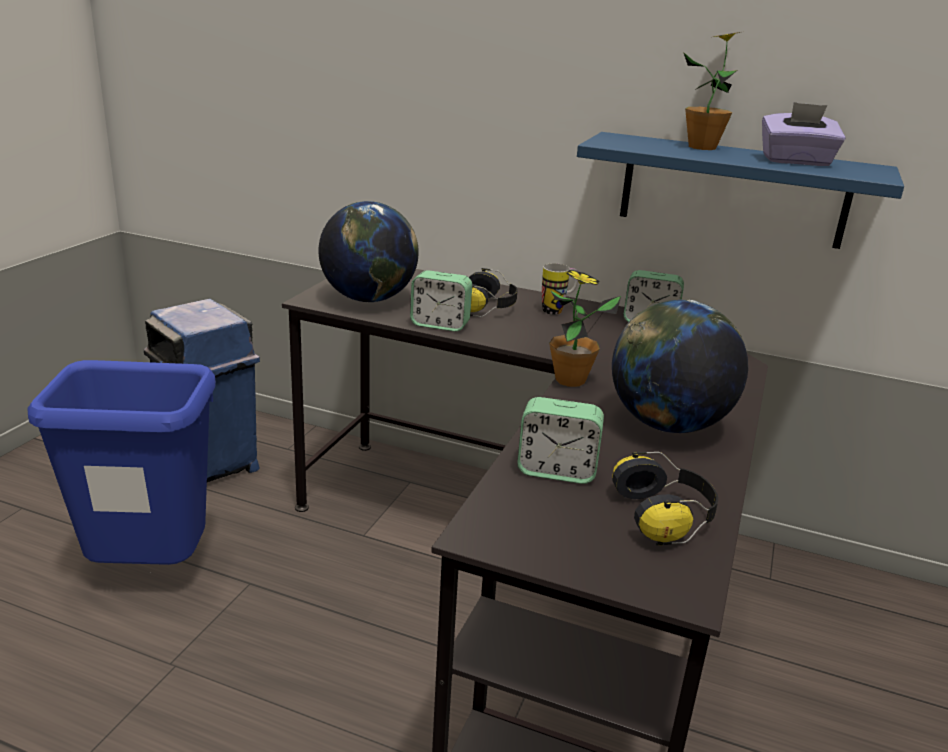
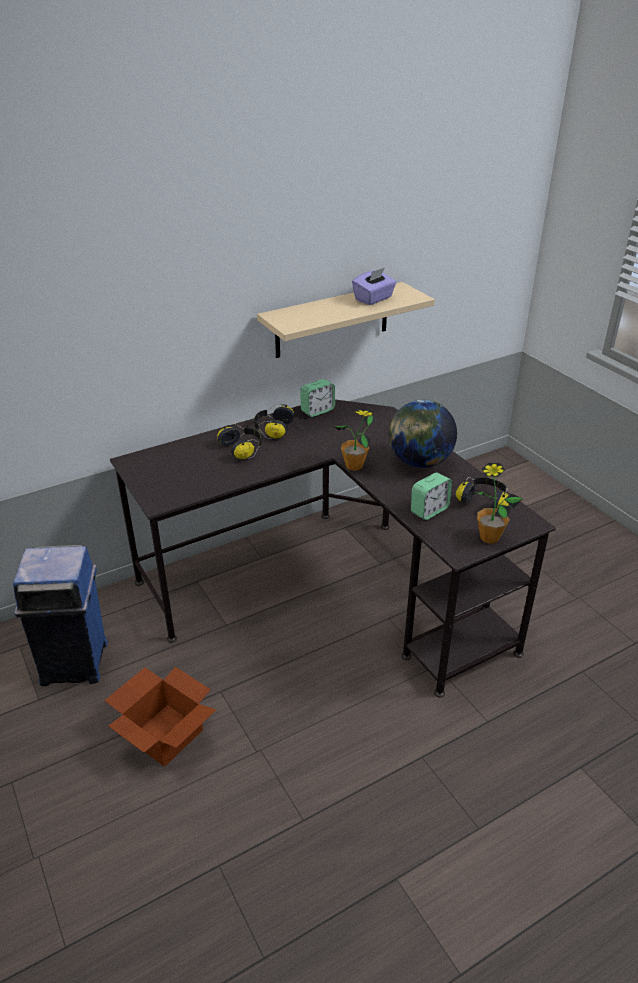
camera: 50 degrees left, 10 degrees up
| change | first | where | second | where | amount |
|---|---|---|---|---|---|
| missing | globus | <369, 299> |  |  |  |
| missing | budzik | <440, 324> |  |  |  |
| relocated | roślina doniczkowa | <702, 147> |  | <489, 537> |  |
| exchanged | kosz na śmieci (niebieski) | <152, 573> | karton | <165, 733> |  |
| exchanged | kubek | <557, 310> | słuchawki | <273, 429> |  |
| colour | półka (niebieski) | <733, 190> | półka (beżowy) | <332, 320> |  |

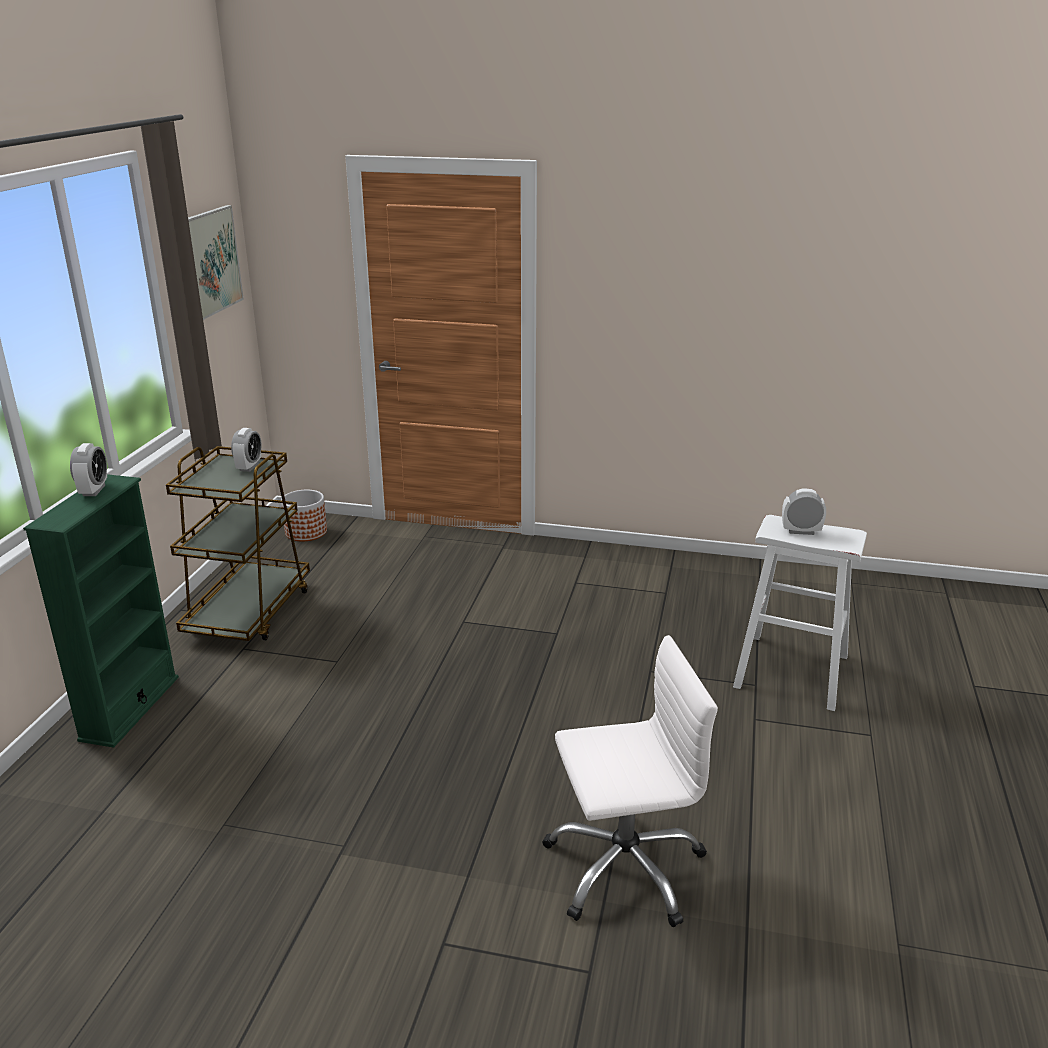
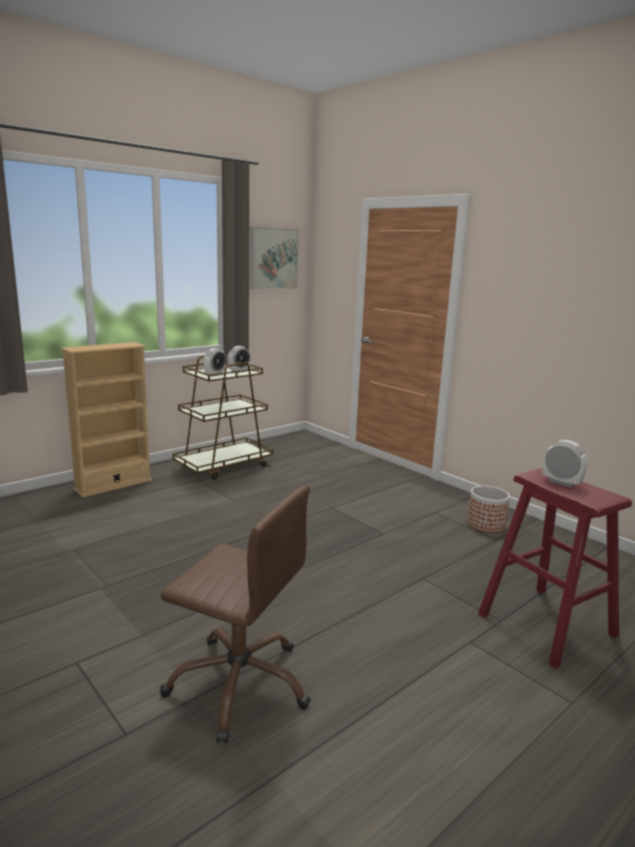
camera: 35 degrees right, 10 degrees down
| change | first | where | second | where | amount |
|---|---|---|---|---|---|
| relocated | budzik | <94, 490> |  | <215, 375> |  |
| relocated | donica | <305, 532> |  | <485, 524> |  |
| colour | regał (zielony) | <130, 708> | regał (beżowy) | <113, 485> |  |
| colour | krzesło biurowe (biały) | <624, 867> | krzesło biurowe (brązowy) | <240, 683> |  |
| colour | stołek (biały) | <791, 671> | stołek (czerwony) | <546, 625> |  |

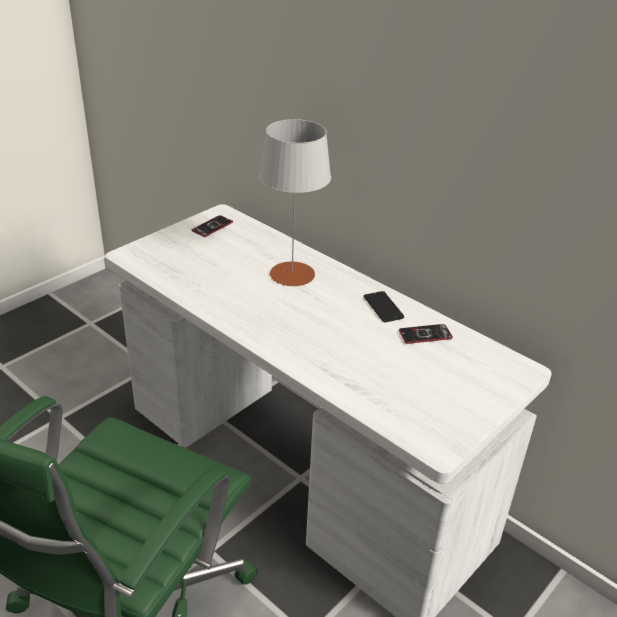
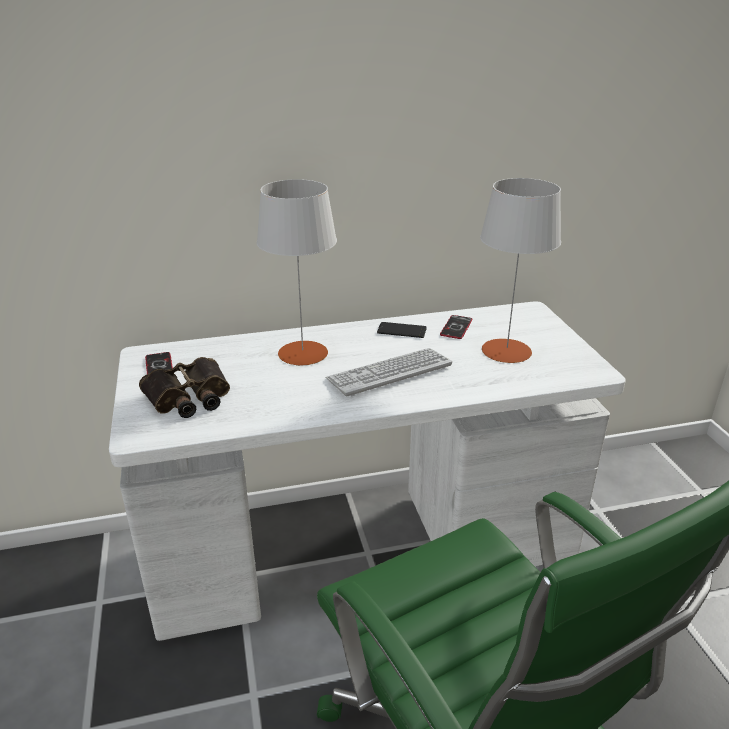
camera: 55 degrees left, 5 degrees down
| change | first | where | second | where | amount |
|---|---|---|---|---|---|
| appeared |  |  | lornetka | <189, 397> |  |
| appeared |  |  | klawiatura | <389, 373> |  |
| appeared |  |  | lampa stołowa (szary) | <506, 351> |  |

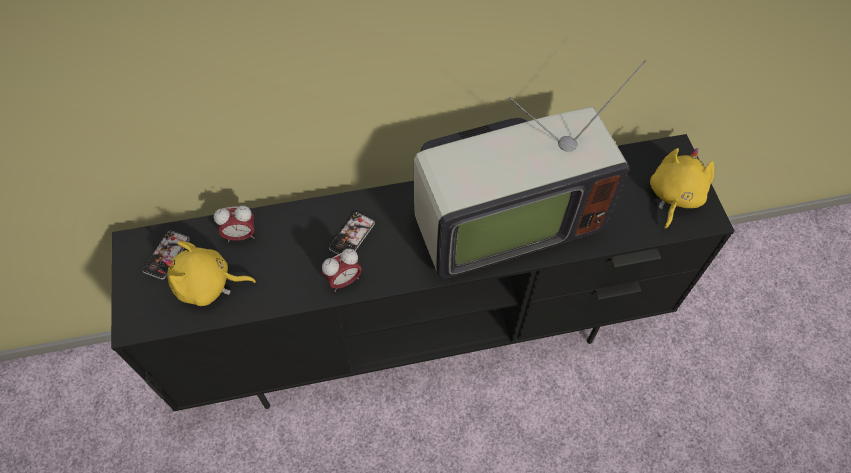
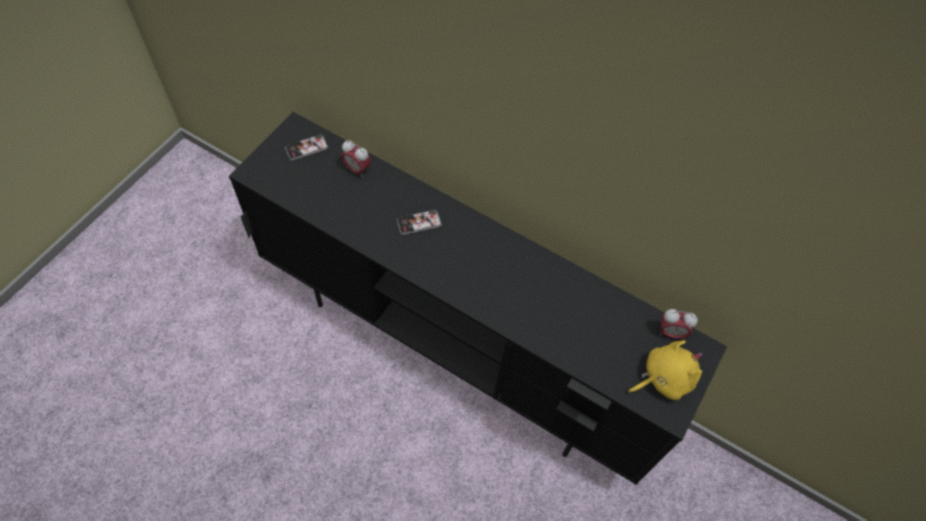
camera: 40 degrees right, 0 degrees up
| change | first | where | second | where | amount |
|---|---|---|---|---|---|
| missing | pluszak (żółty) | <208, 285> |  |  |  |
| missing | telewizor | <501, 222> |  |  |  |
| relocated | budzik | <344, 280> |  | <671, 332> |  |

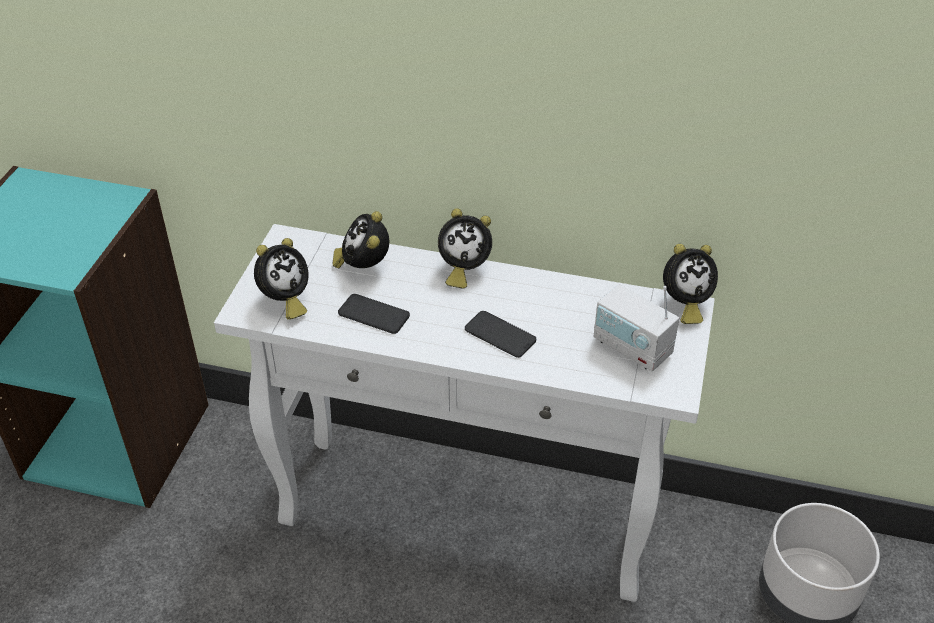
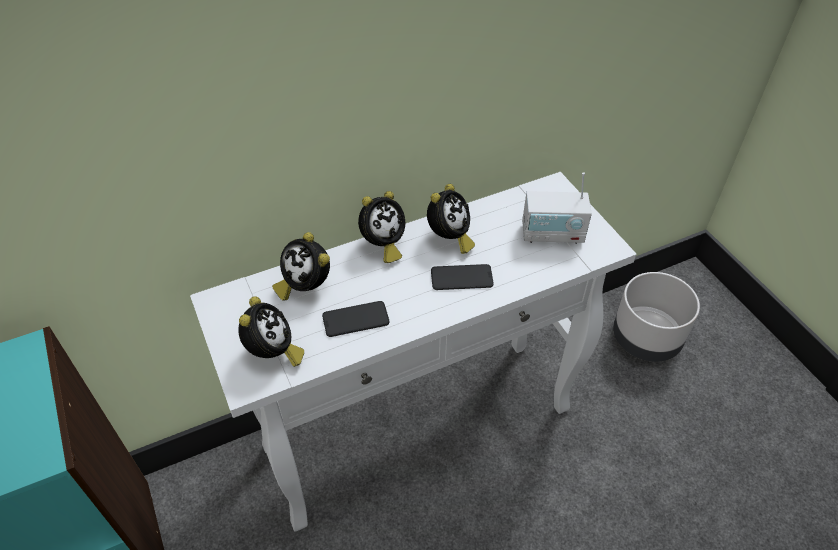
camera: 40 degrees left, 5 degrees up
| change | first | where | second | where | amount |
|---|---|---|---|---|---|
| relocated | budzik | <684, 305> |  | <449, 238> |  |

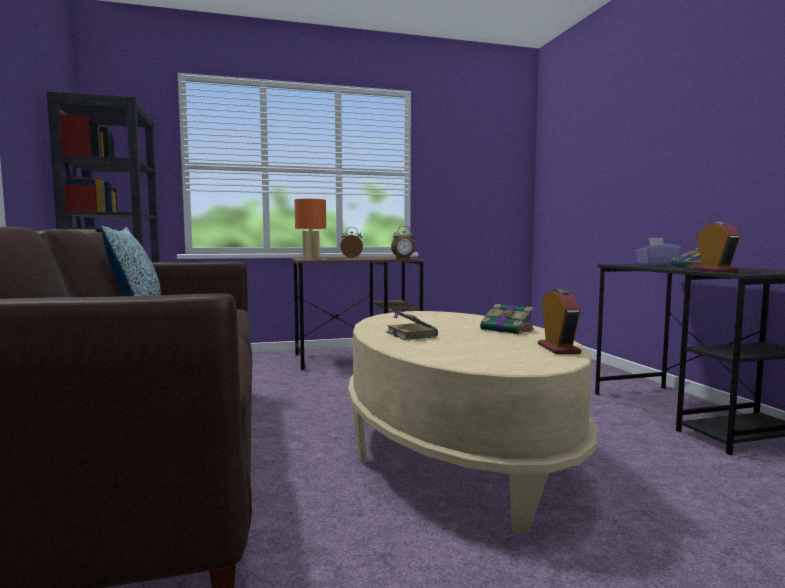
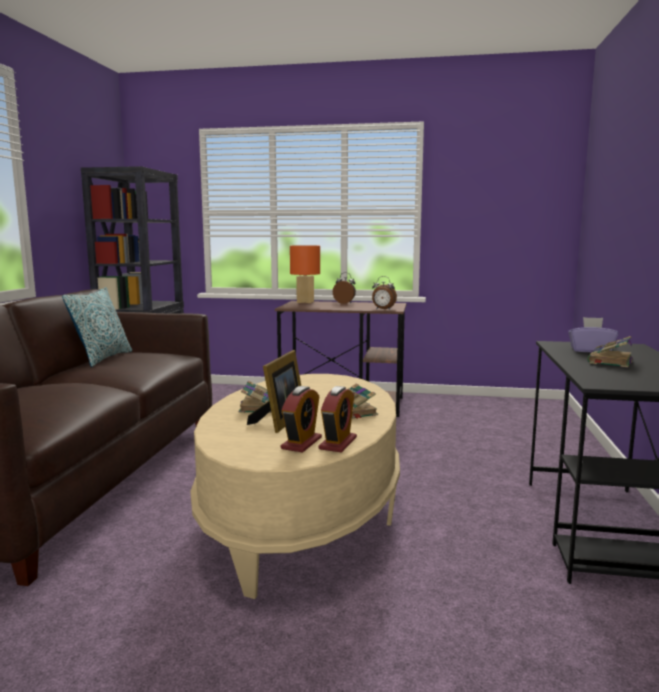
camera: 25 degrees right, 5 degrees up
| change | first | where | second | where | amount |
|---|---|---|---|---|---|
| appeared |  |  | ramka na zdjęcie | <280, 420> |  |
| relocated | budzik | <715, 271> |  | <301, 443> |  |

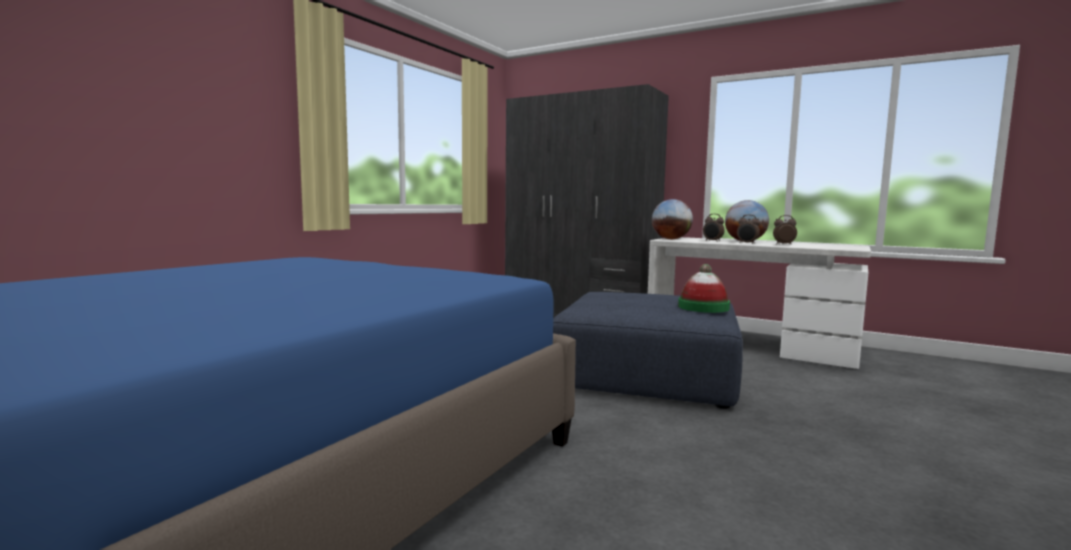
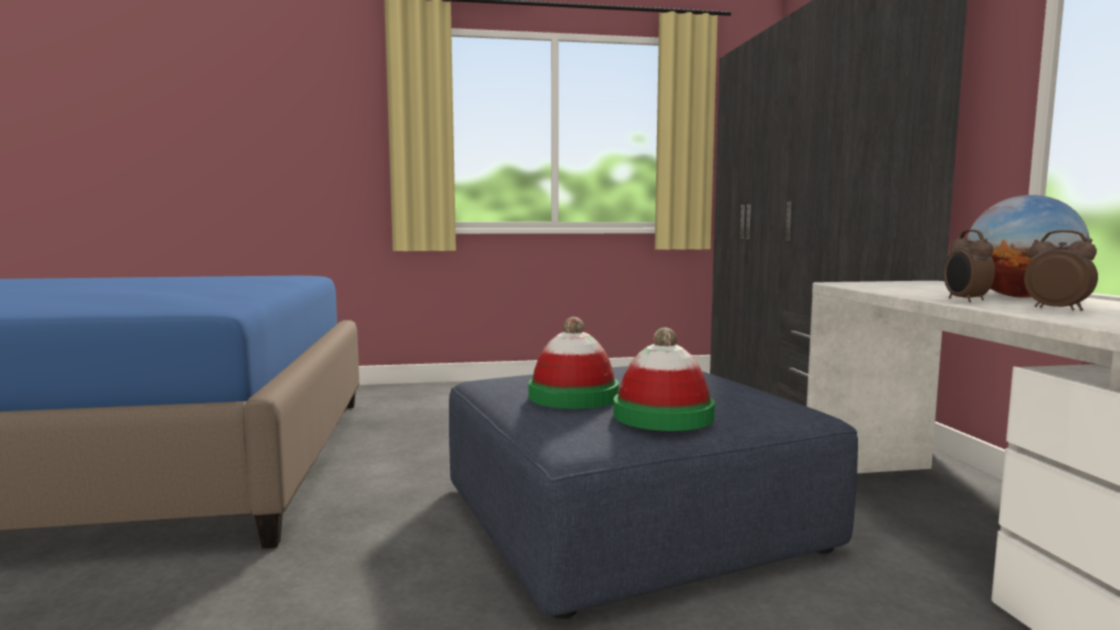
camera: 50 degrees right, 0 degrees up
| change | first | where | second | where | amount |
|---|---|---|---|---|---|
| missing | globus | <671, 239> |  |  |  |
| missing | budzik | <712, 241> |  |  |  |
| appeared |  |  | kapelusz | <573, 396> |  |

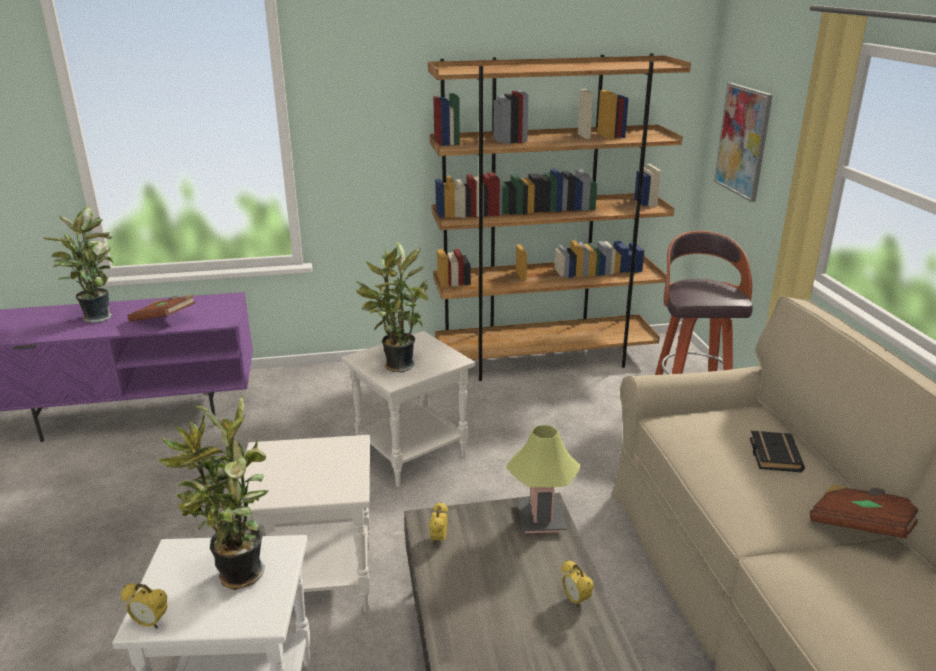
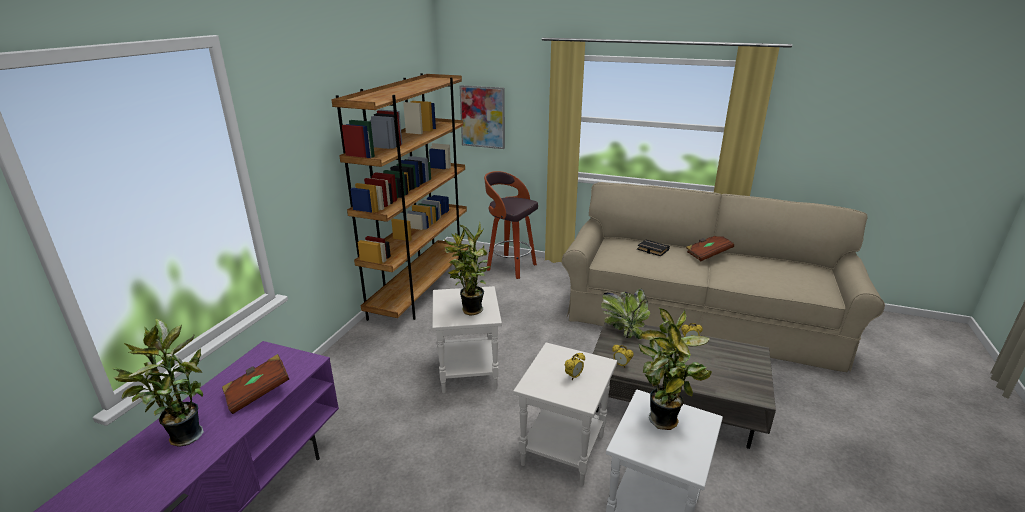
camera: 60 degrees left, 0 degrees up
| change | first | where | second | where | amount |
|---|---|---|---|---|---|
| relocated | budzik | <150, 623> |  | <574, 376> |  |
| exchanged | lampa stołowa | <540, 518> | roślina doniczkowa | <624, 329> |  |

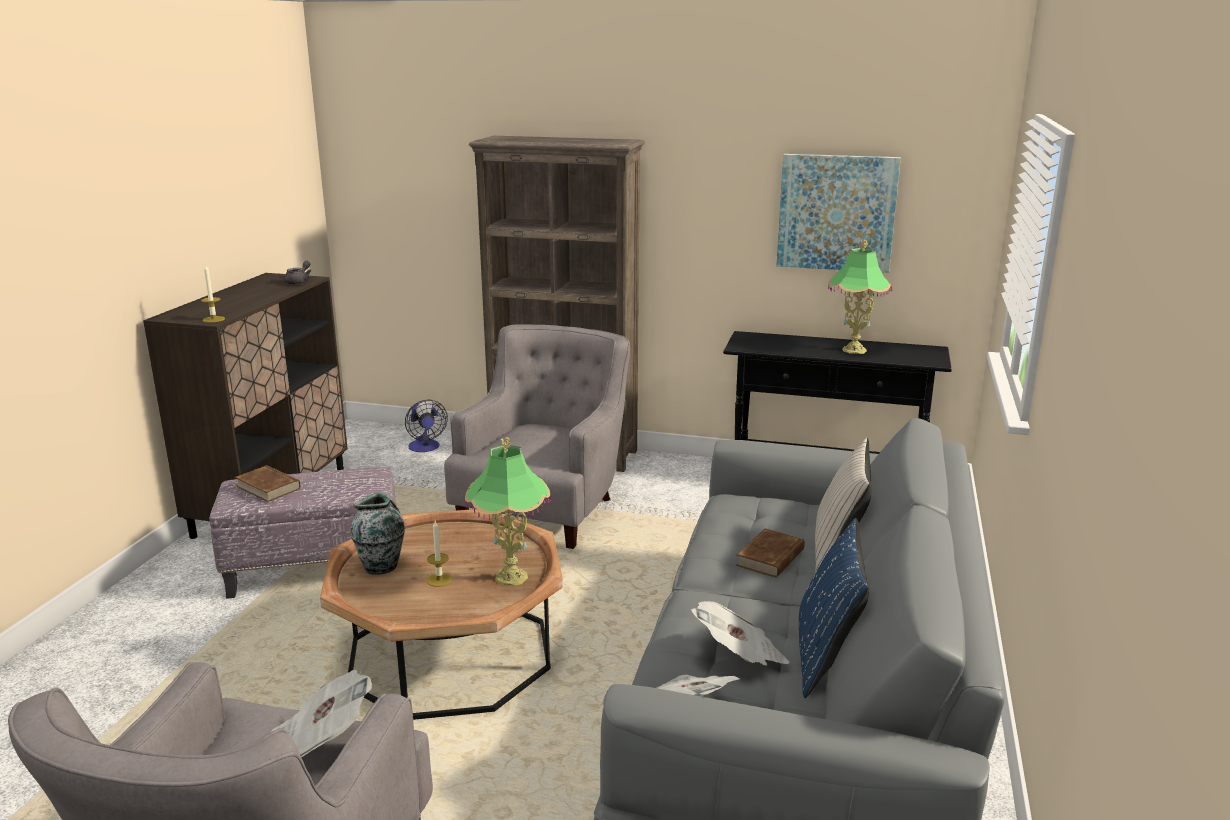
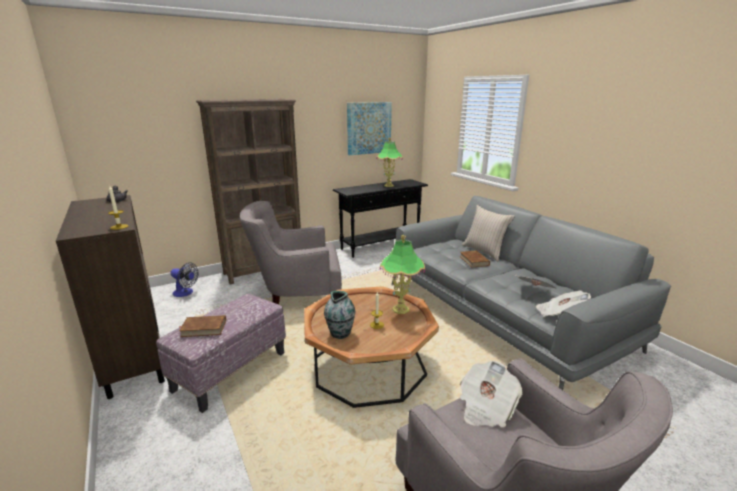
camera: 45 degrees left, 0 degrees up
| change | first | where | second | where | amount |
|---|---|---|---|---|---|
| missing | poduszka (niebieski) | <826, 657> |  |  |  |
| spun | fotel (szary) | <545, 507> |  | <296, 293> | 75 degrees counterclockwise |

